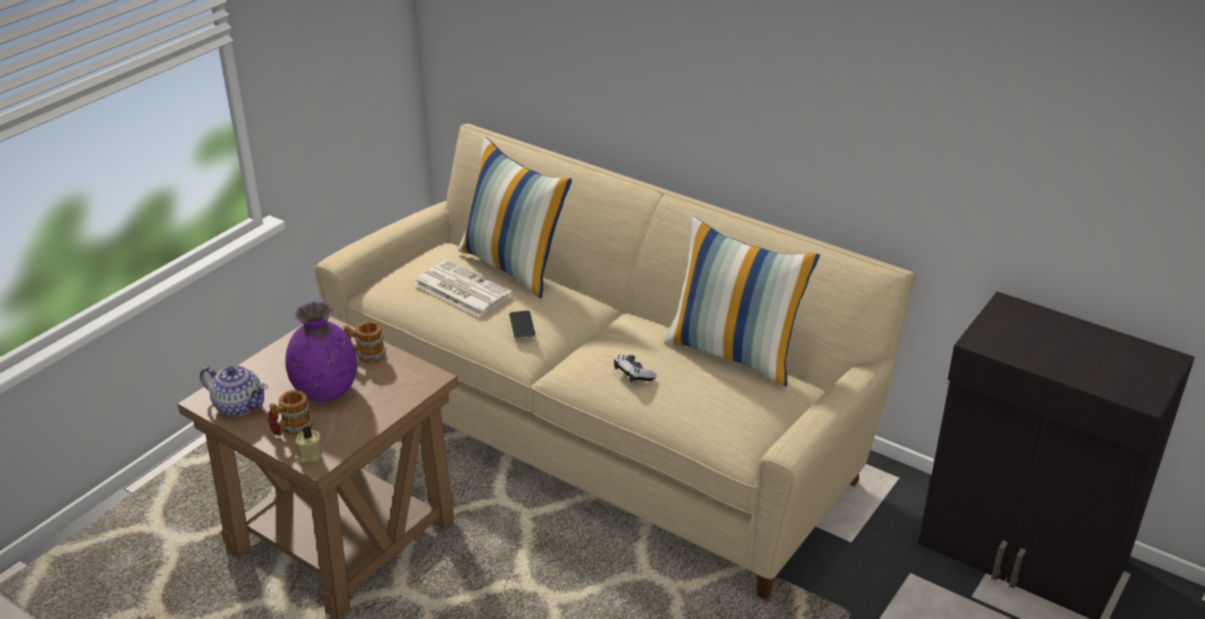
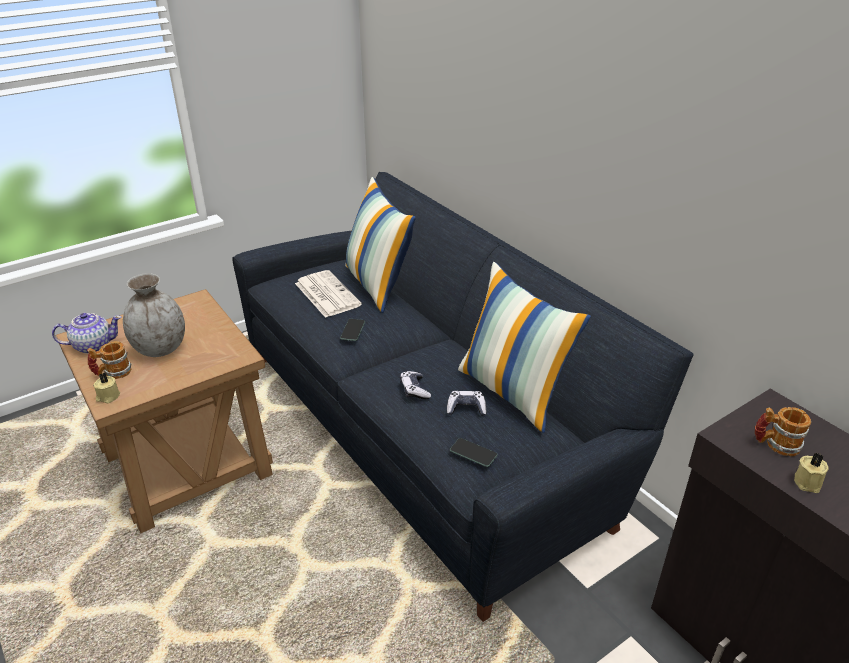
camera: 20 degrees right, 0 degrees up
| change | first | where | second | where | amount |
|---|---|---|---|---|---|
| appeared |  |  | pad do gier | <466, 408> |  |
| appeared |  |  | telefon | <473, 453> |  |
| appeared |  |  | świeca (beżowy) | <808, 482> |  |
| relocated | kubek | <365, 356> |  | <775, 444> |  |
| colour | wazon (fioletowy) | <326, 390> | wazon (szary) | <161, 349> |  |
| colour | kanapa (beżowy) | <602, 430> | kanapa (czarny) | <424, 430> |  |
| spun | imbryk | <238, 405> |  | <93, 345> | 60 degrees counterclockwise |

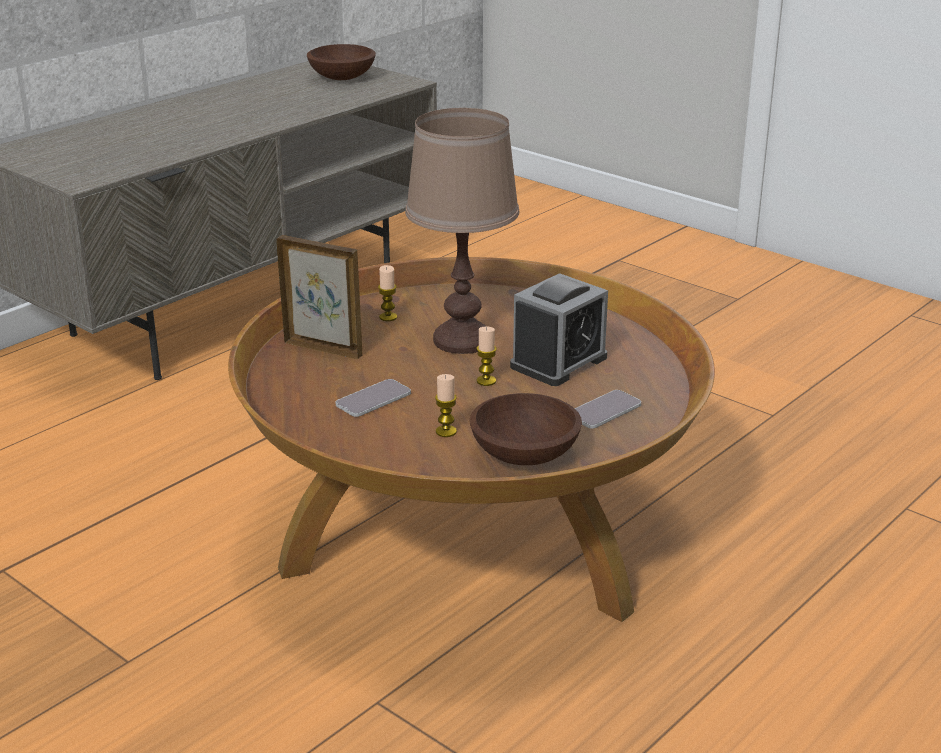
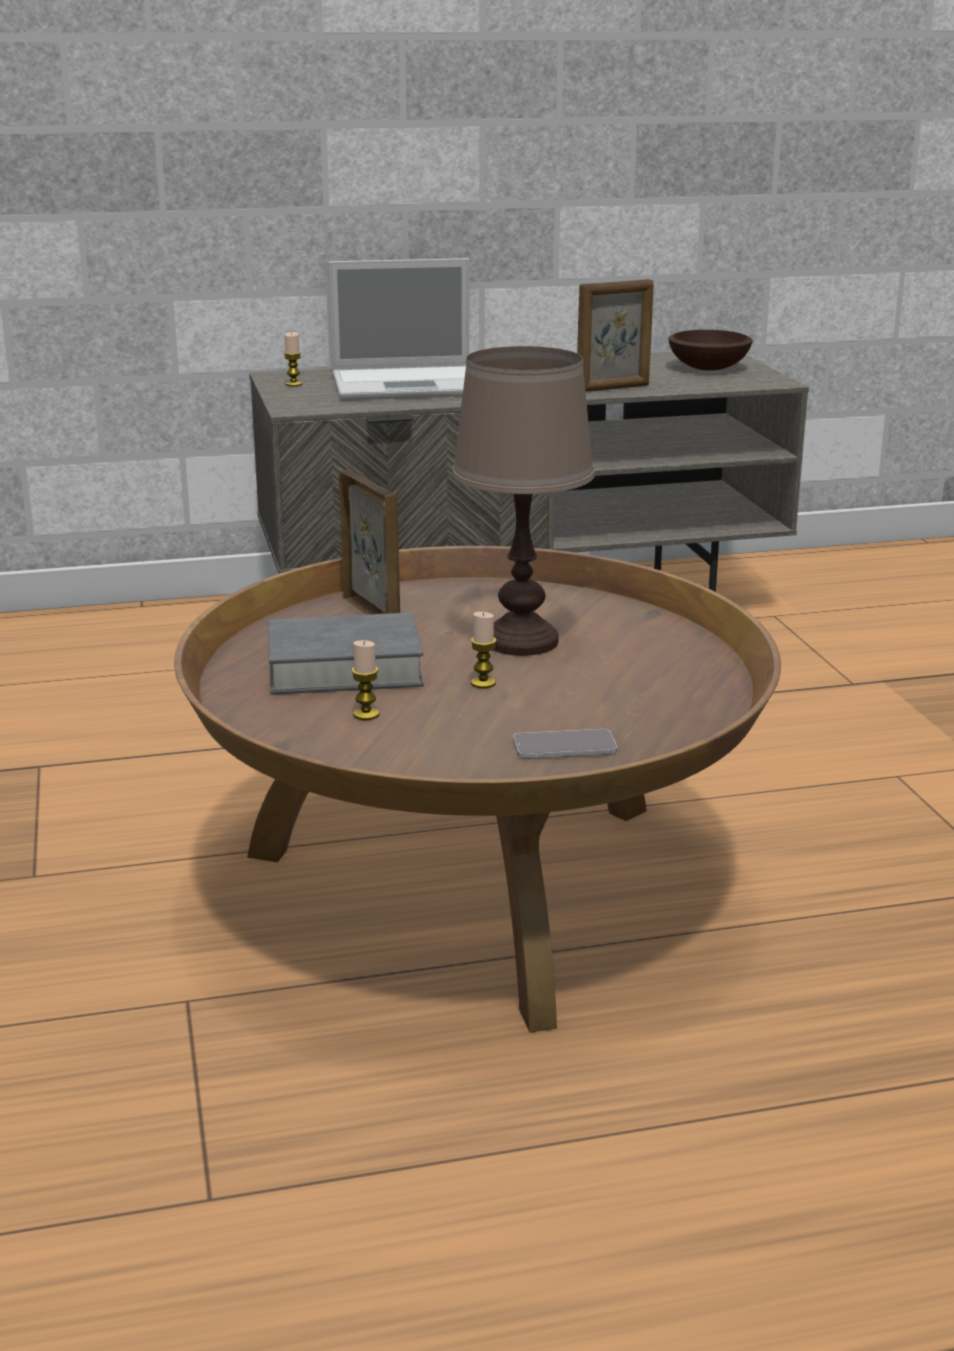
camera: 35 degrees right, 5 degrees down
| change | first | where | second | where | amount |
|---|---|---|---|---|---|
| missing | miska (brązowy) | <525, 453> |  |  |  |
| missing | budzik | <558, 362> |  |  |  |
| appeared |  |  | laptop | <410, 385> |  |
| appeared |  |  | ramka na zdjęcie | <613, 388> |  |
| relocated | świeca | <388, 317> |  | <293, 384> |  |
| exchanged | telefon | <373, 399> | książka (szary) | <344, 667> |  |

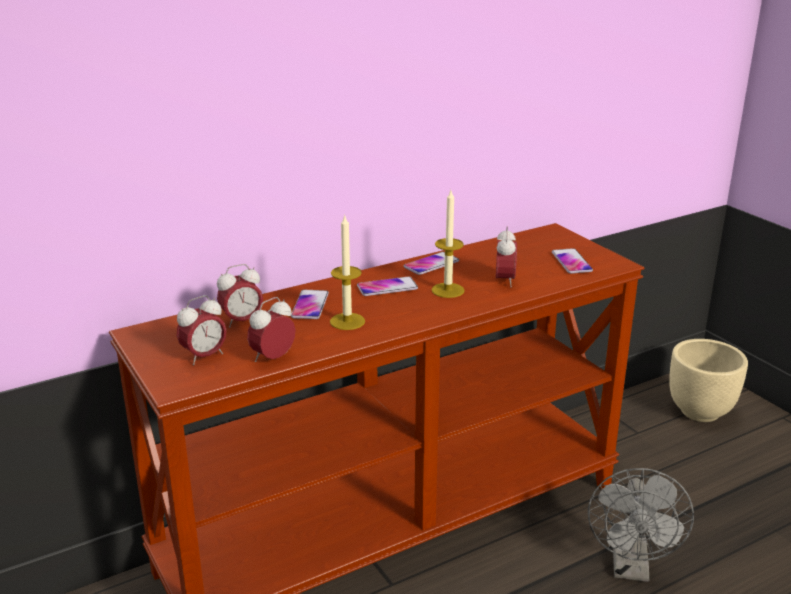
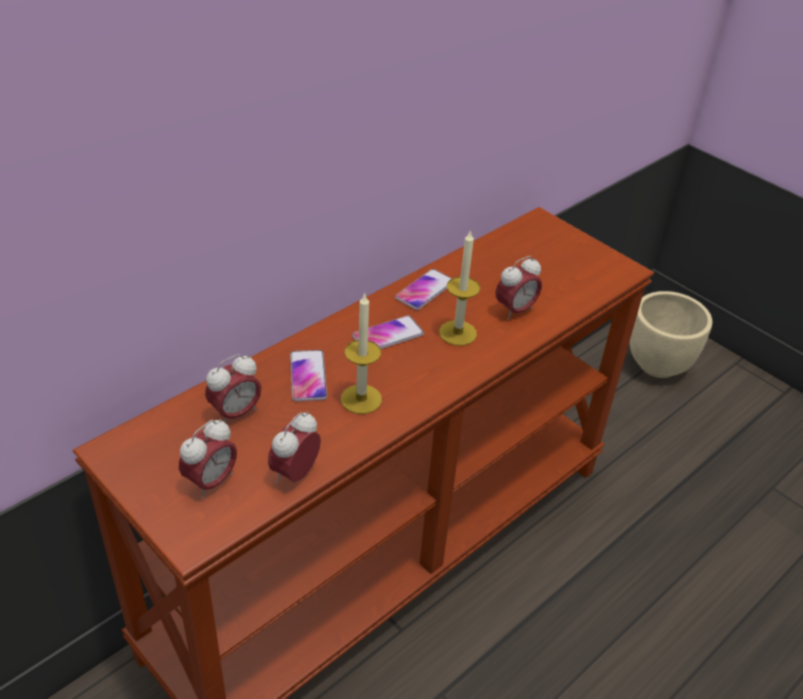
camera: 15 degrees left, 15 degrees up
| change | first | where | second | where | amount |
|---|---|---|---|---|---|
| missing | telefon | <571, 262> |  |  |  |
| missing | wentylator (szary) | <631, 568> |  |  |  |
| spun | budzik | <504, 281> |  | <515, 310> | 60 degrees clockwise |

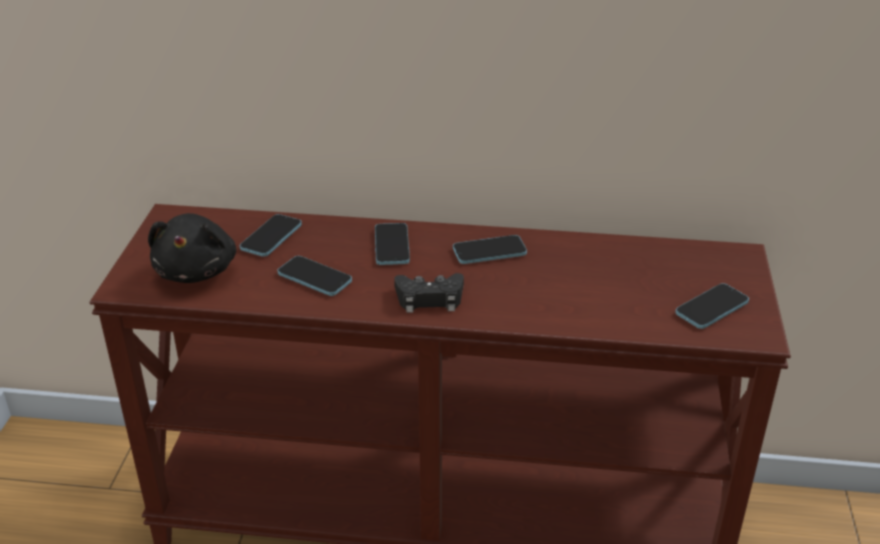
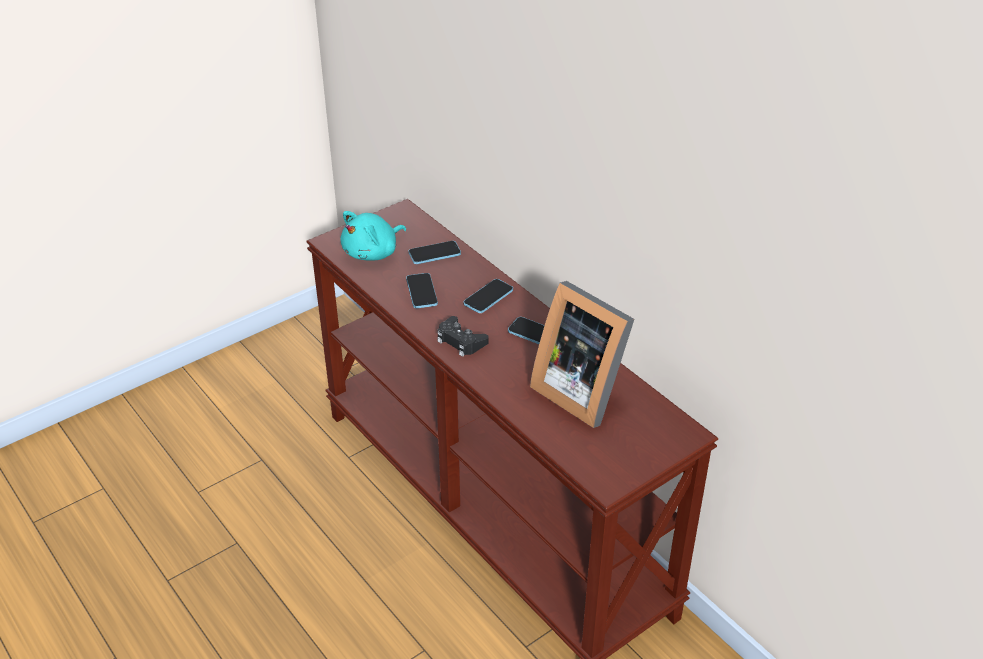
camera: 45 degrees right, 5 degrees up
| change | first | where | second | where | amount |
|---|---|---|---|---|---|
| missing | telefon | <711, 308> |  |  |  |
| appeared |  |  | ramka na zdjęcie | <581, 390> |  |
| colour | pluszak (czarny) | <197, 270> | pluszak (turkusowy) | <373, 252> |  |

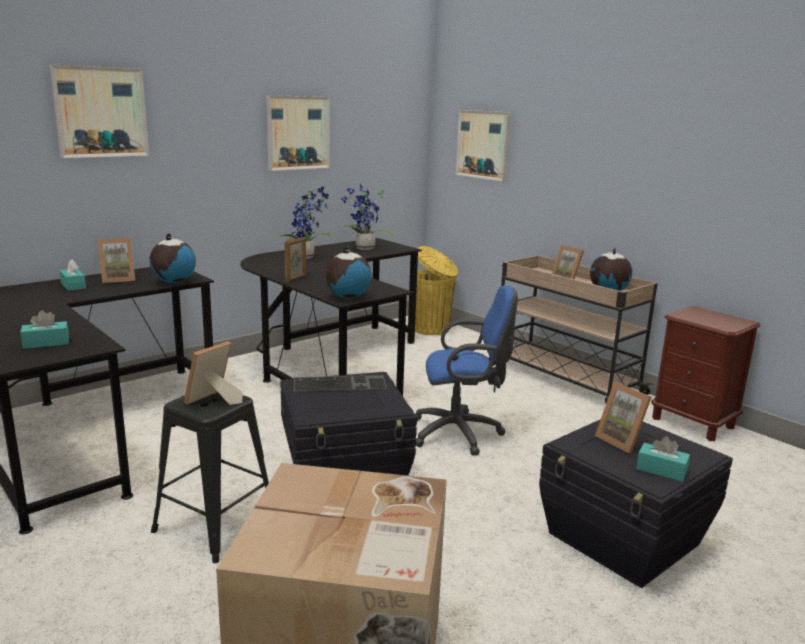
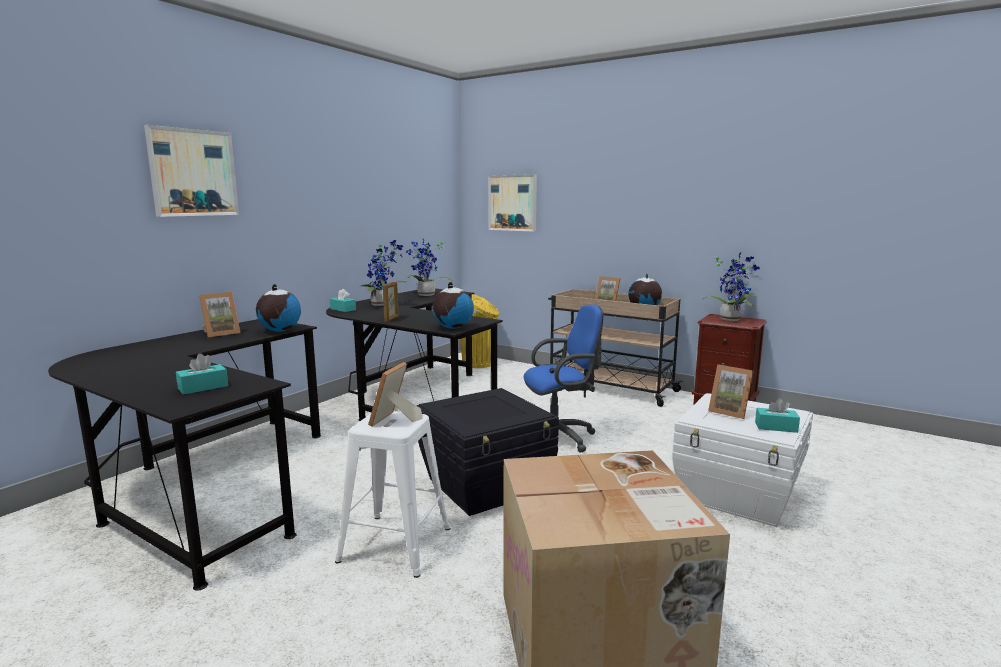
camera: 15 degrees left, 5 degrees down
| change | first | where | second | where | amount |
|---|---|---|---|---|---|
| missing | obraz | <298, 132> |  |  |  |
| missing | klawiatura | <340, 383> |  |  |  |
| appeared |  |  | roślina doniczkowa | <731, 319> |  |
| relocated | pudełko chusteczek (turkusowy) | <73, 286> |  | <343, 309> |  |
| colour | stołek (czarny) | <216, 525> | stołek (biały) | <396, 545> |  |
| colour | pojemnik do przechowywania (czarny) | <624, 539> | pojemnik do przechowywania (biały) | <738, 495> |  |

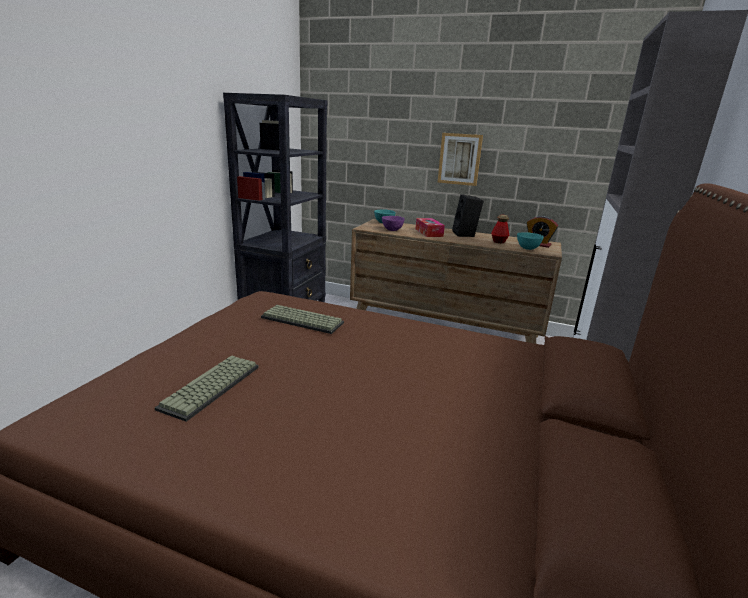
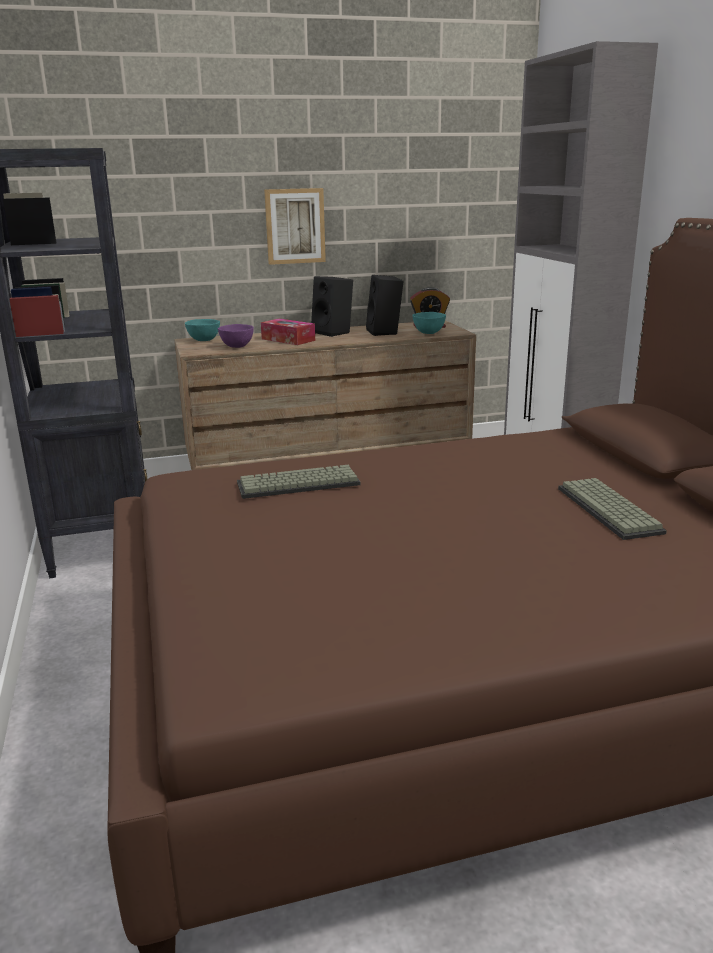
camera: 35 degrees left, 0 degrees up
| change | first | where | second | where | amount |
|---|---|---|---|---|---|
| relocated | klawiatura | <212, 388> |  | <611, 510> |  |
| exchanged | butelka | <499, 241> | głośnik (czarny) | <385, 332> |  |

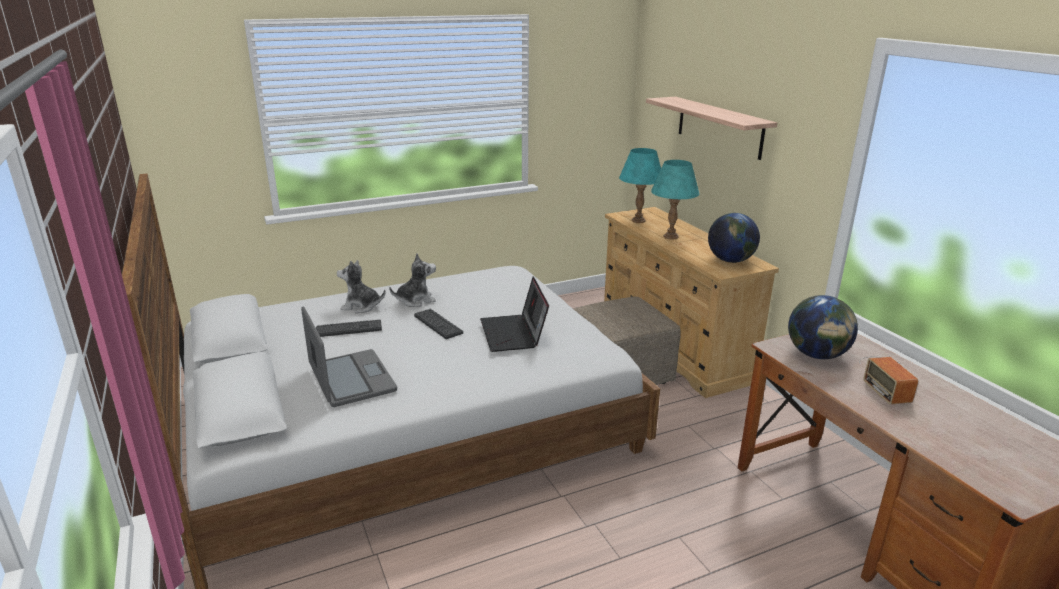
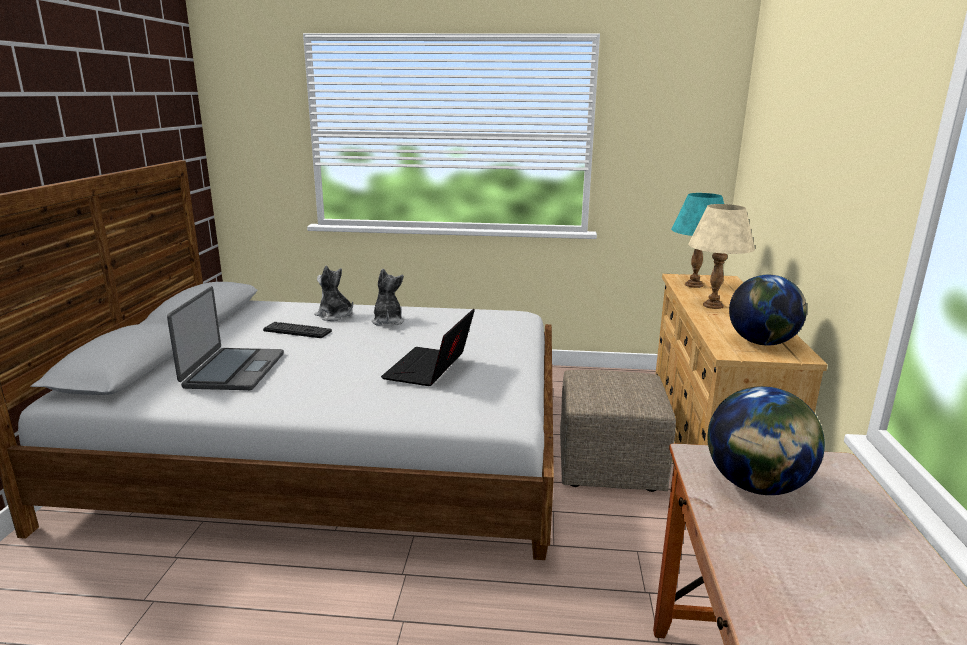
camera: 30 degrees right, 5 degrees down
| change | first | where | second | where | amount |
|---|---|---|---|---|---|
| missing | klawiatura | <438, 324> |  |  |  |
| missing | półka | <719, 127> |  |  |  |
| missing | radio | <887, 378> |  |  |  |
| colour | lampa stołowa (turkusowy) | <670, 236> | lampa stołowa (beżowy) | <712, 305> |  |
| spun | pluszak | <415, 300> |  | <387, 321> | 105 degrees counterclockwise |

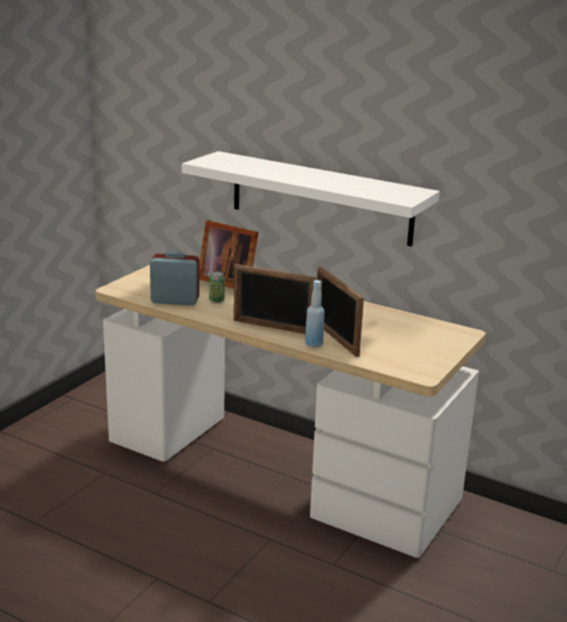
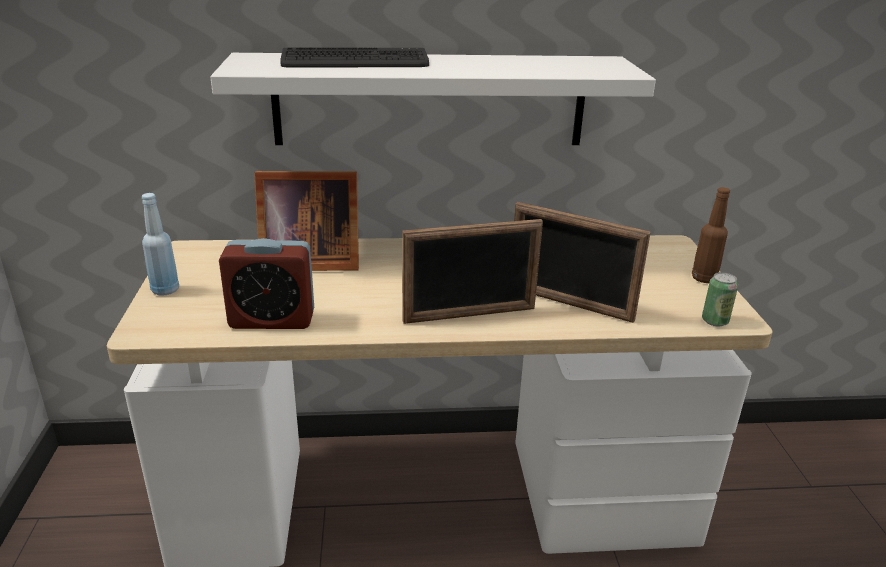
camera: 35 degrees left, 5 degrees up
| change | first | where | second | where | amount |
|---|---|---|---|---|---|
| appeared |  |  | klawiatura | <355, 61> |  |
| appeared |  |  | butelka (brązowy) | <704, 278> |  |
| relocated | puszka | <216, 300> |  | <714, 321> |  |
| relocated | butelka (niebieski) | <313, 344> |  | <165, 290> |  |
| spun | budzik | <175, 300> |  | <272, 320> | 150 degrees counterclockwise |

